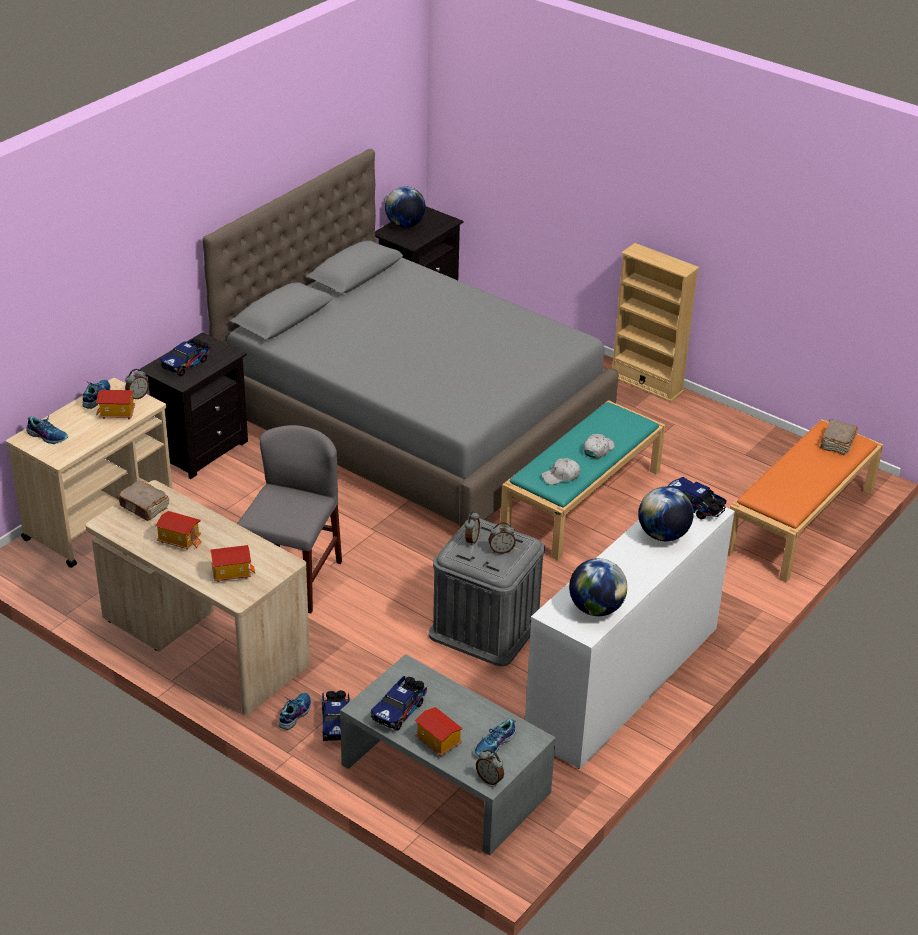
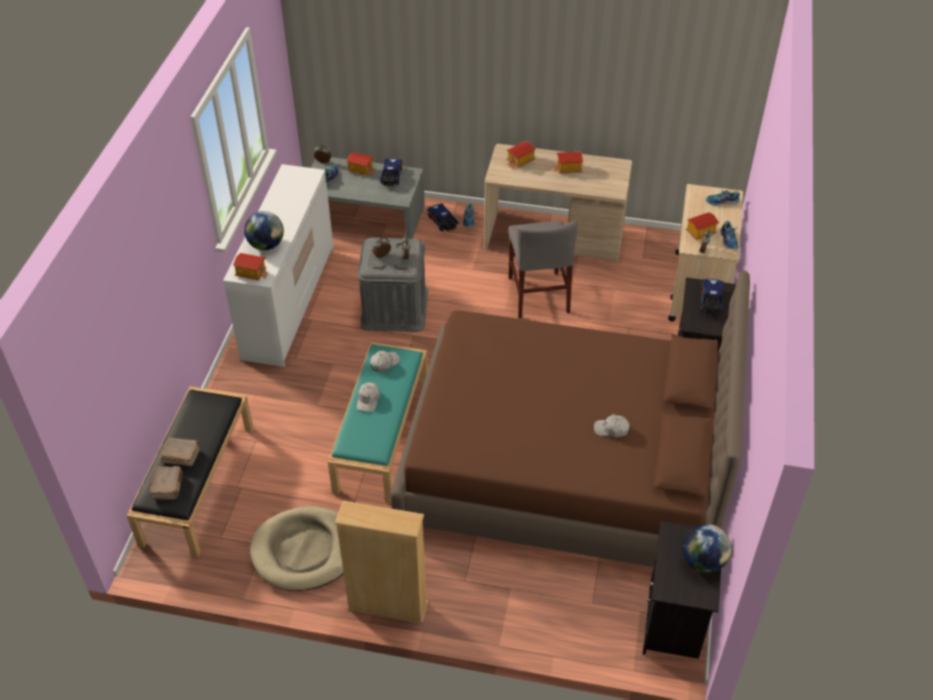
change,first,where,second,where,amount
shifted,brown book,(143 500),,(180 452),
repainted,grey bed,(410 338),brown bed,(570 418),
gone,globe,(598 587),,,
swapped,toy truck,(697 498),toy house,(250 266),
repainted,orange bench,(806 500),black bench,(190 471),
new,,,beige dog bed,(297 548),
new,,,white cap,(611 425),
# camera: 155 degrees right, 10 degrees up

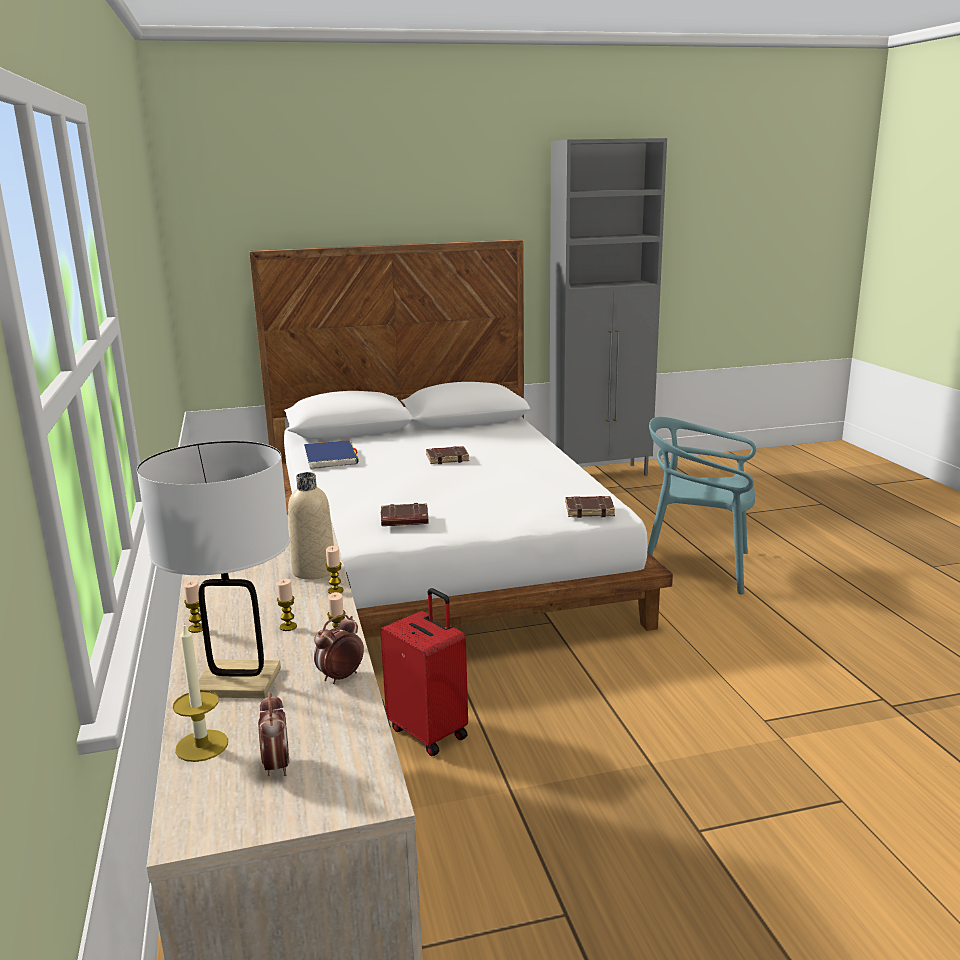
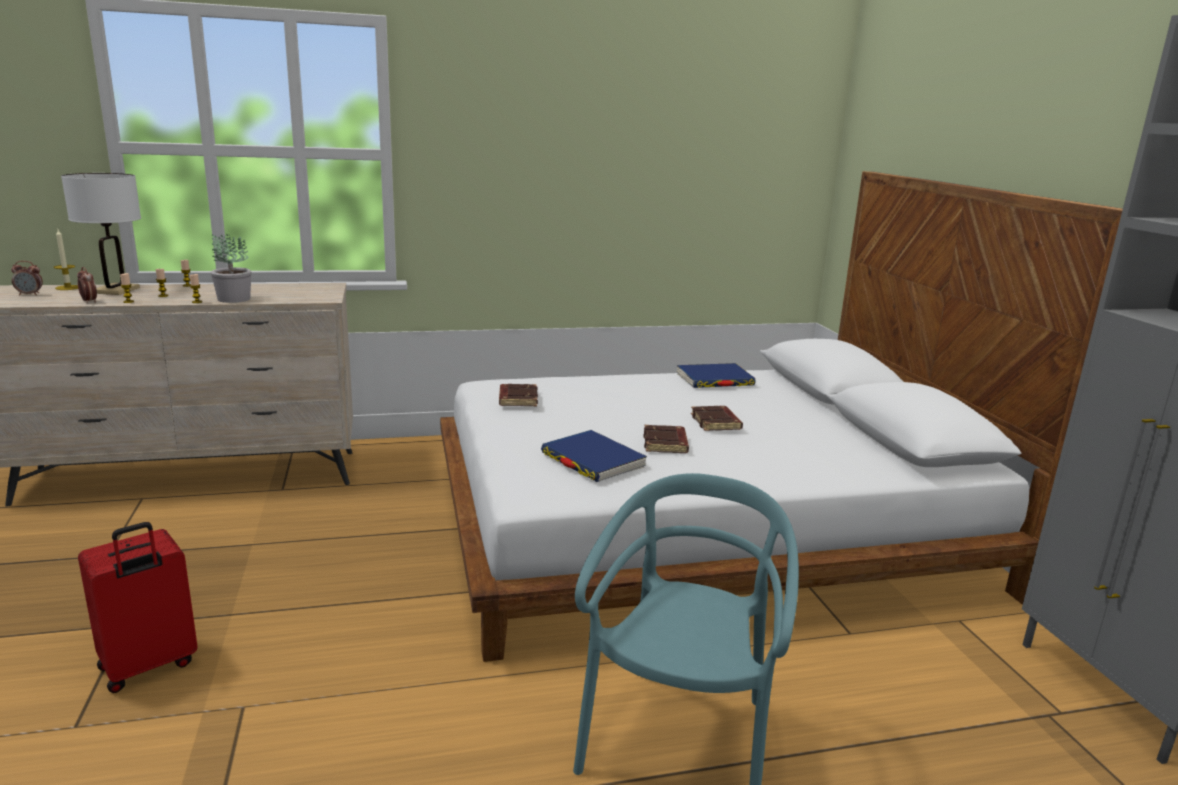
change,first,where,second,where,amount
swapped,beige bottle,(311 526),potted plant,(231 268),
shifted,red suitcase,(424 672),,(138 607),
shifted,brown book,(590 507),,(666 439),
new,,,blue book,(594 456),
# camera: 90 degrees right, 0 degrees up

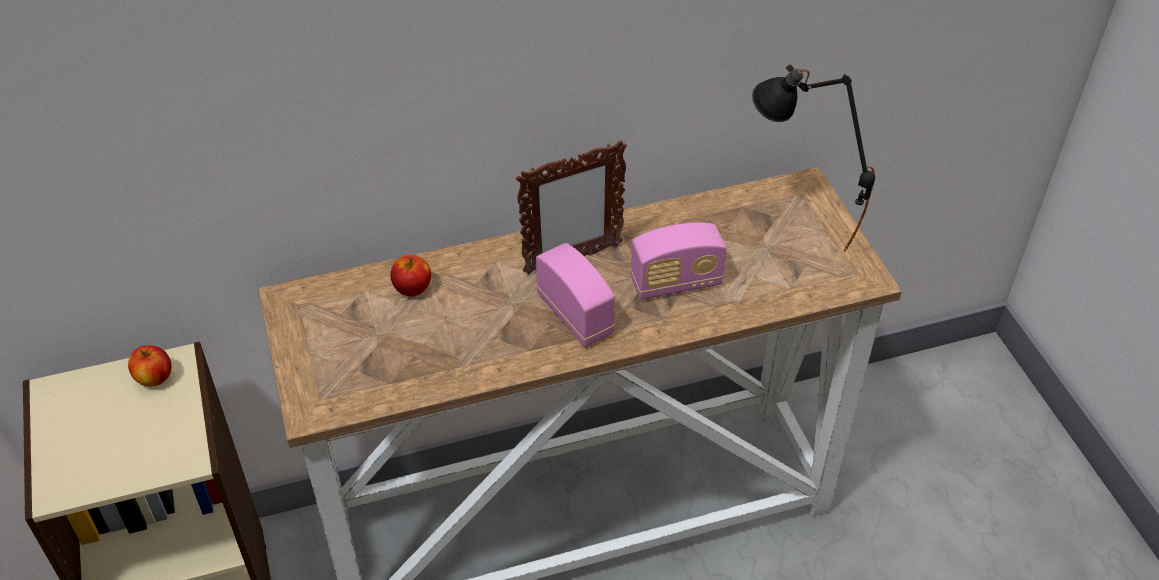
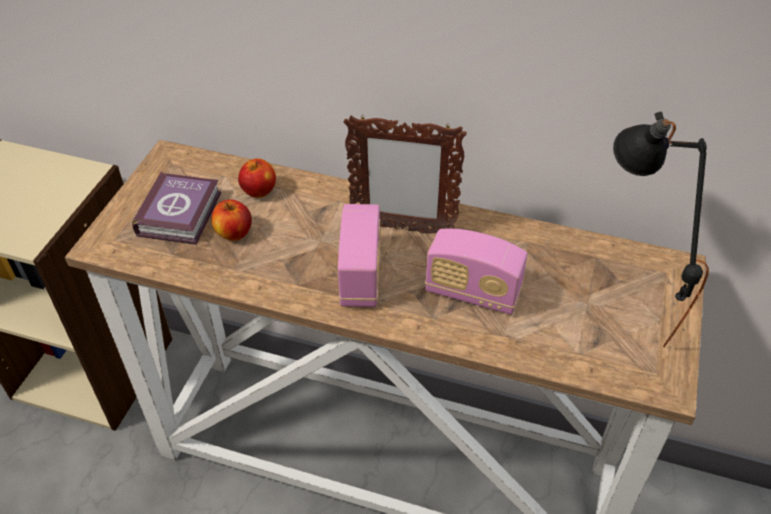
change,first,where,second,where,amount
shifted,apple,(150 366),,(232 220),
new,,,book,(176 208),
# camera: 35 degrees right, 0 degrees up

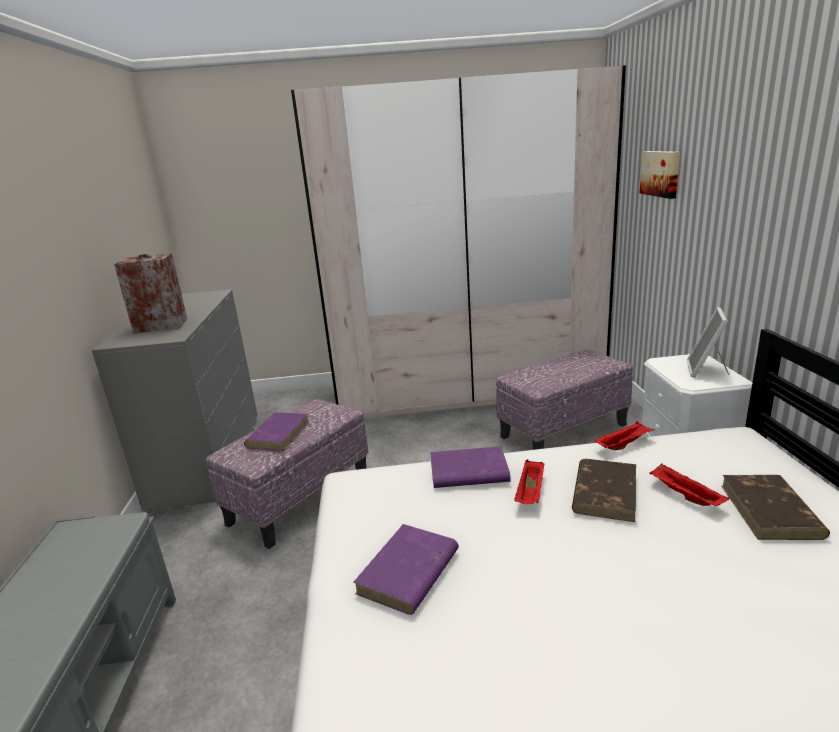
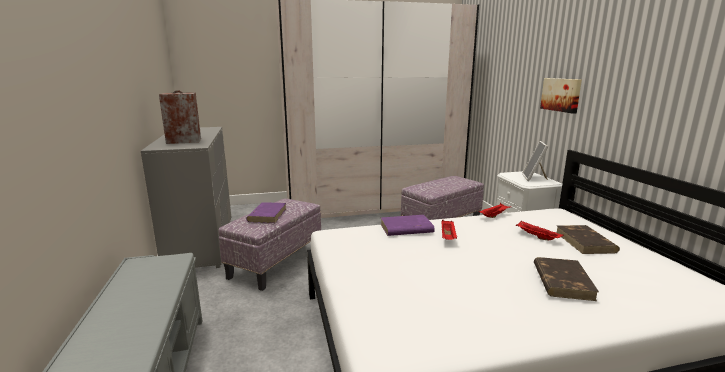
change,first,where,second,where,amount
gone,purple book,(406 569),,,
shifted,brown book,(604 490),,(566 279),
shifted,picture,(660 175),,(561 95),
# camera: 10 degrees left, 5 degrees down

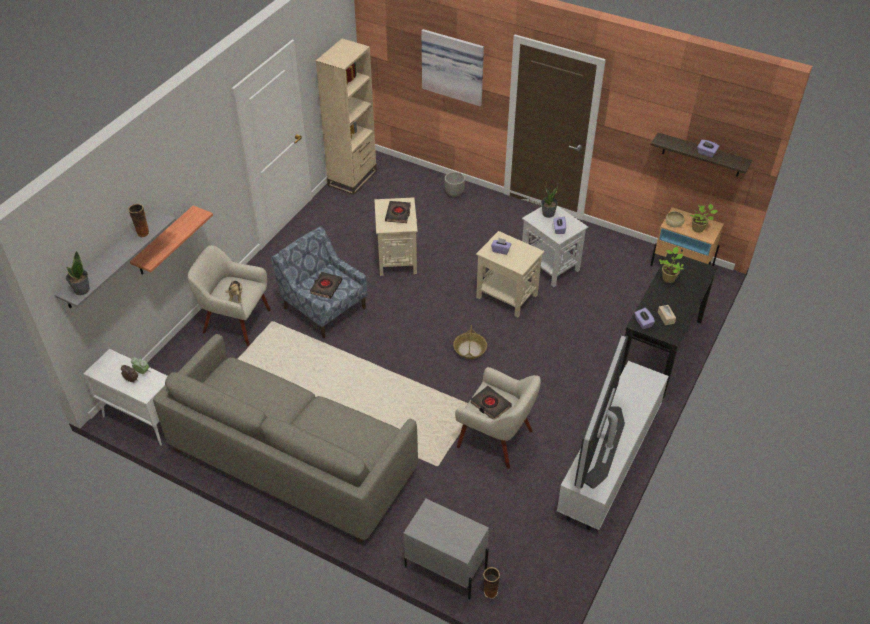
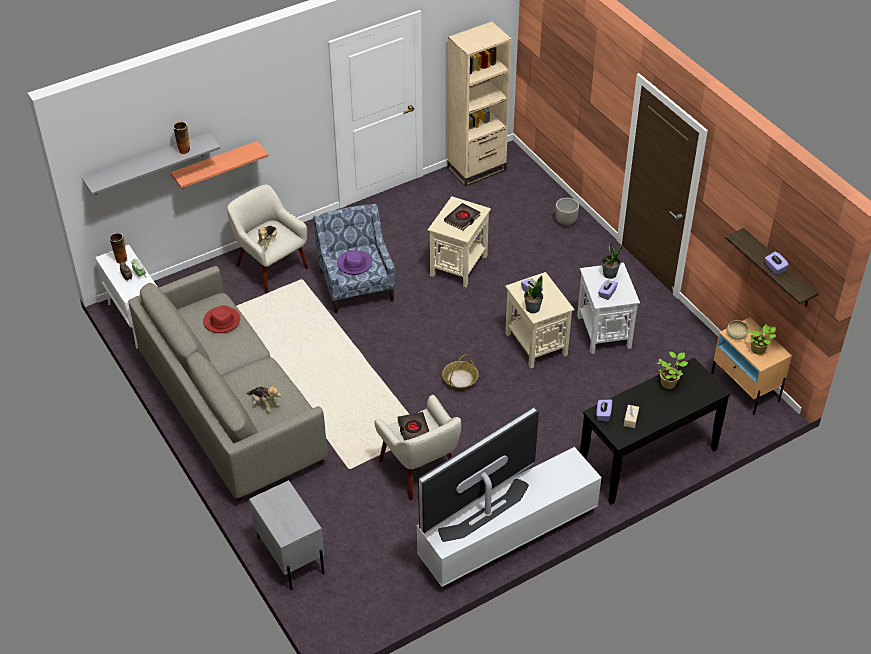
change,first,where,second,where,amount
shifted,potted plant,(78 273),,(533 294),
swapped,black book,(326 285),purple hat,(354 262),
gone,picture,(452 67),,,
shifted,vase,(491 583),,(118 248),
new,,,red hat,(222 319),
new,,,plush toy,(263 398),
# camera: 30 degrees right, 0 degrees up

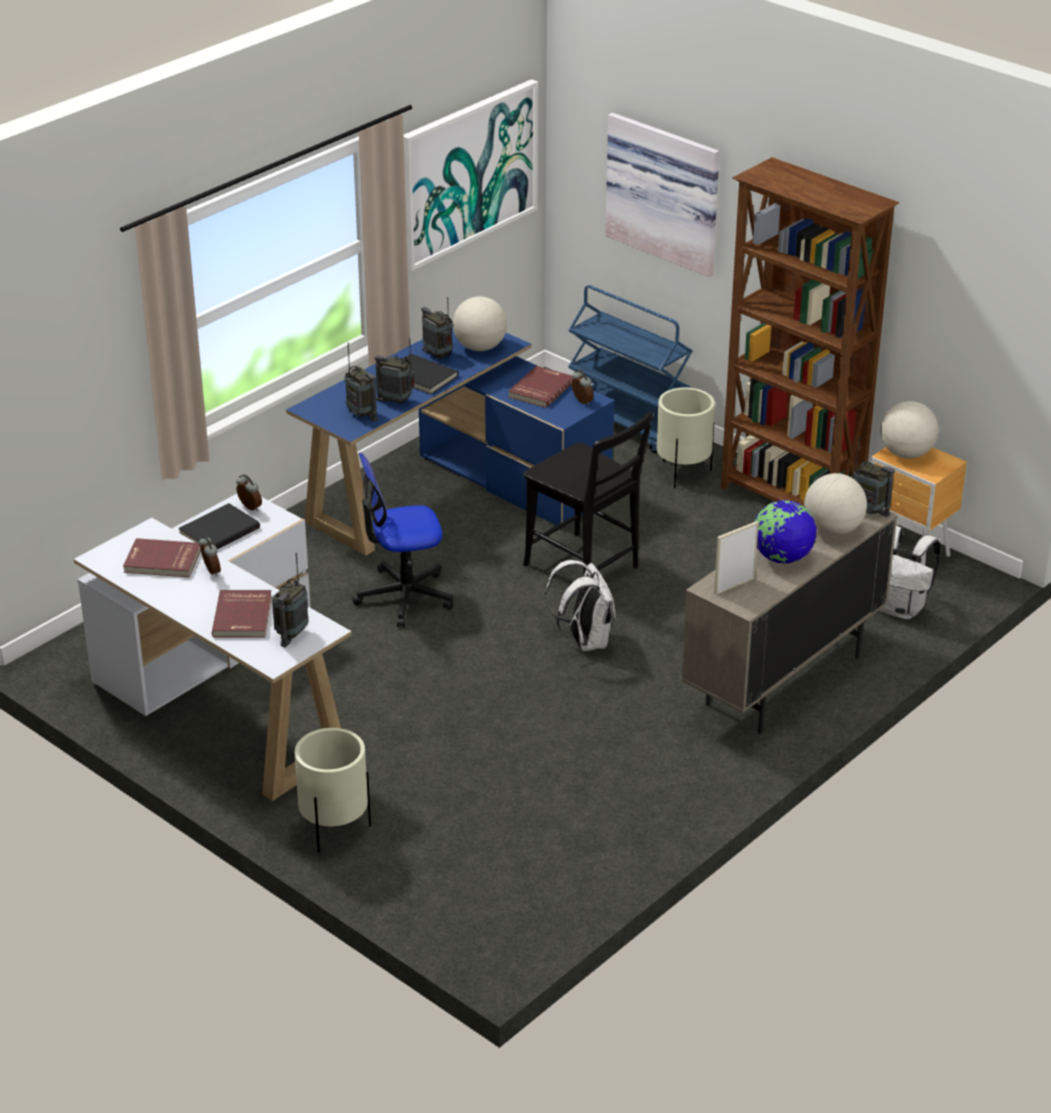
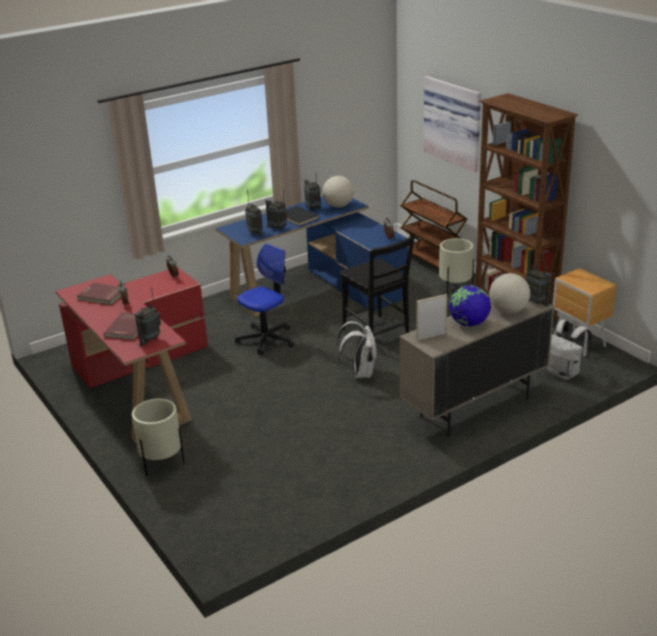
change,first,where,second,where,amount
repainted,white desk,(213 647),red desk,(131 355),
gone,black book,(219 526),,,
rotated,office chair,(402 540),,(264 299),135 degrees clockwise
gone,picture,(471 175),,,
gone,red book,(541 387),,,
repainted,blue cart,(630 369),brown cart,(433 225),
gone,globe,(909 430),,,
# camera: 15 degrees right, 5 degrees down

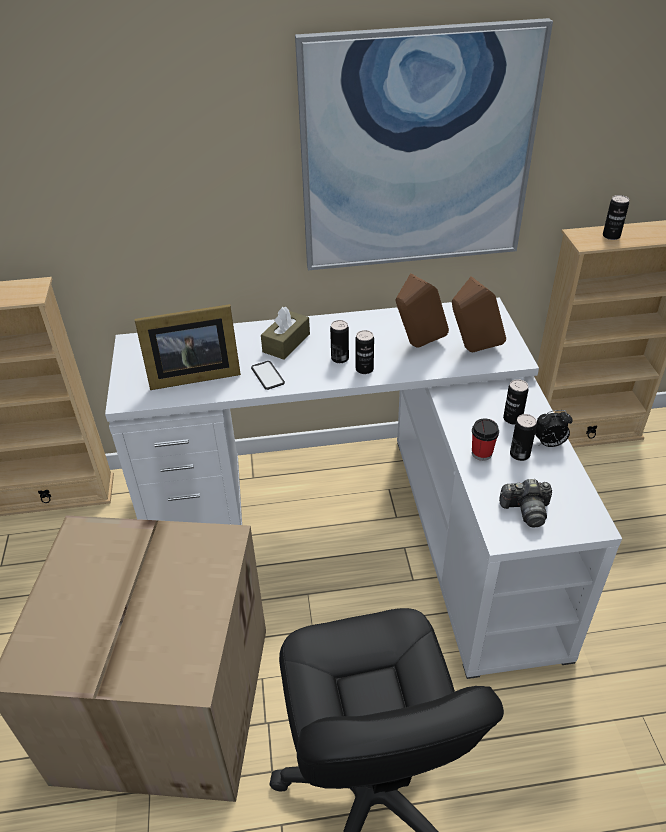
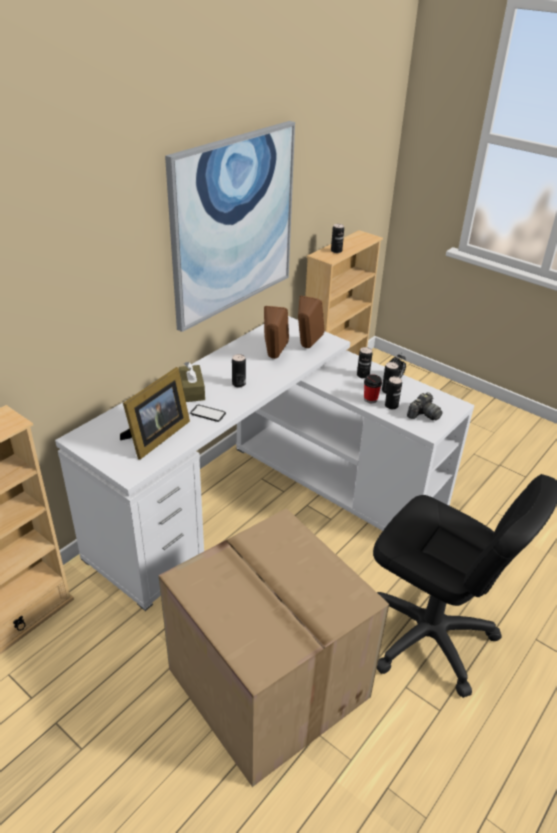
change,first,where,second,where,amount
shifted,can,(364 352),,(393 392),
# camera: 45 degrees left, 5 degrees down

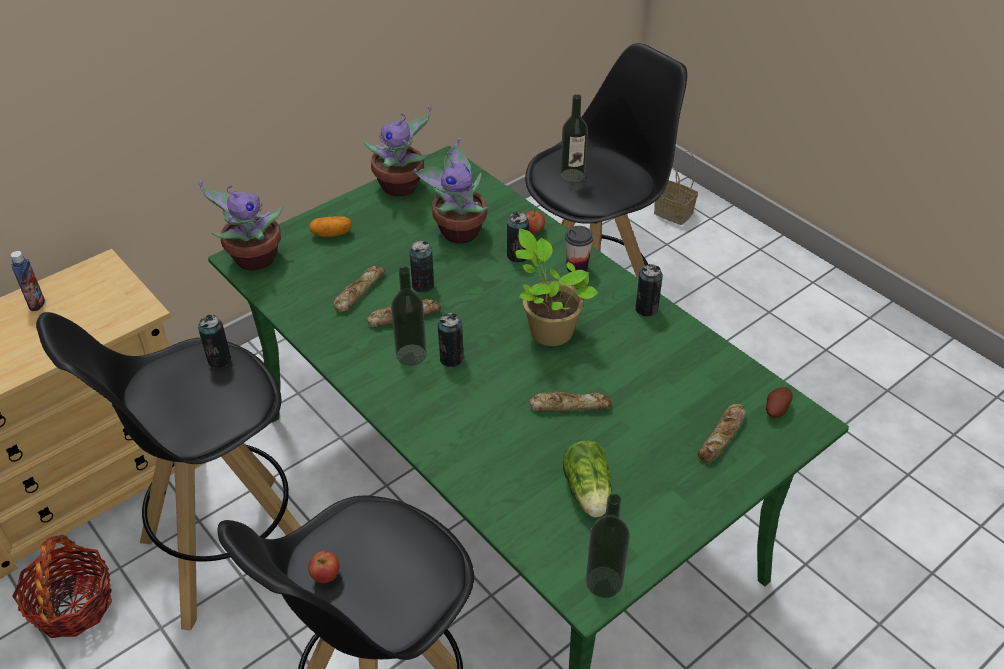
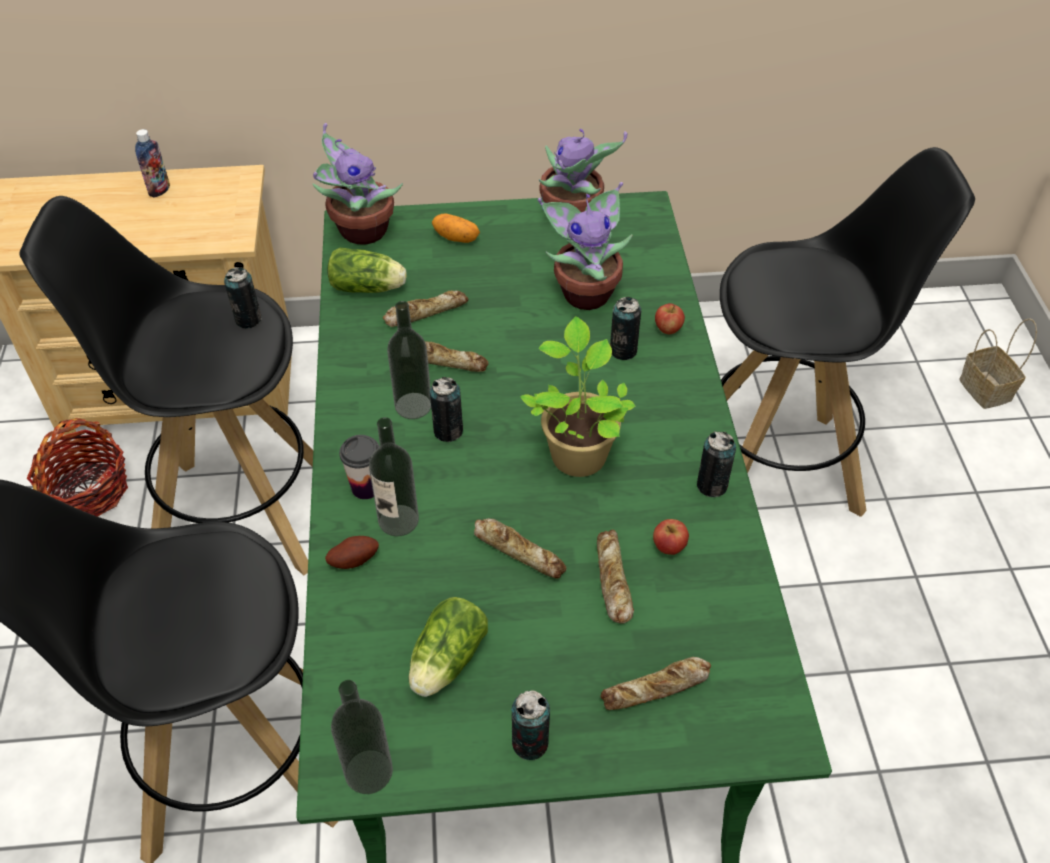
change,first,where,second,where,amount
shifted,apple,(324 567),,(671 537),
shifted,can,(421 266),,(530 725),
shifted,bottle,(574 138),,(394 477),
shifted,cup,(579 249),,(359 467),
shifted,potato,(779 402),,(352 552),
new,,,lettuce,(367 270),
new,,,bread,(615 576),
# camera: 35 degrees right, 5 degrees up

